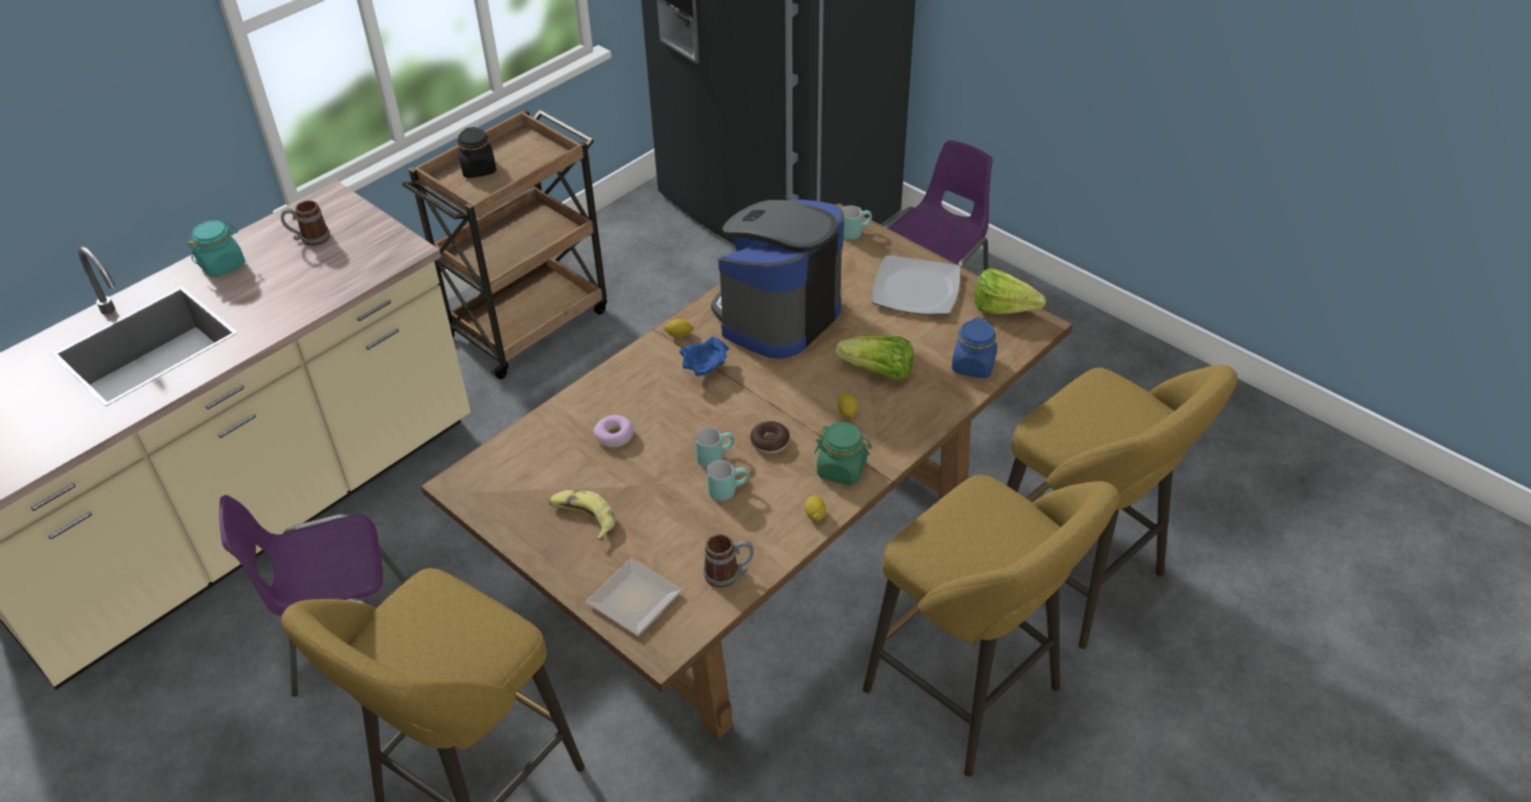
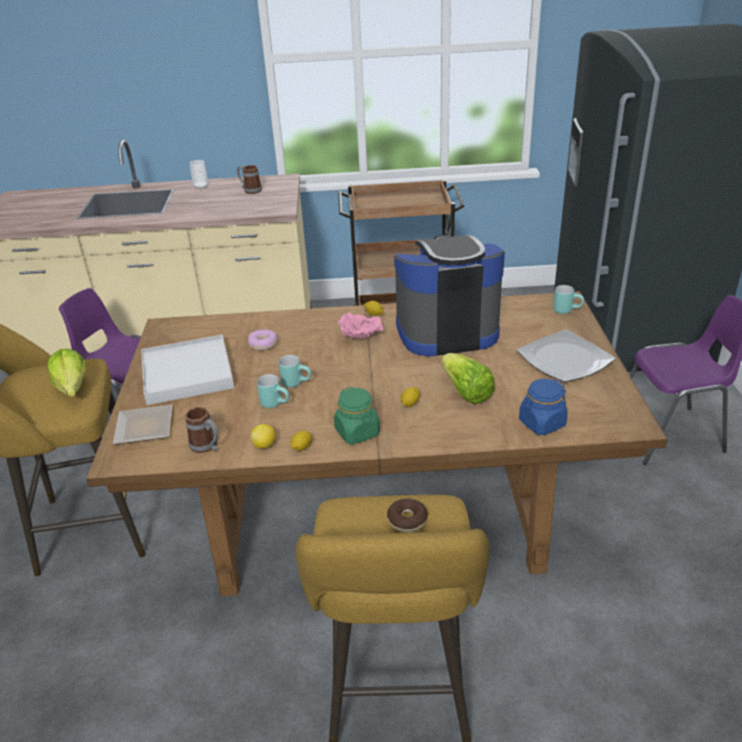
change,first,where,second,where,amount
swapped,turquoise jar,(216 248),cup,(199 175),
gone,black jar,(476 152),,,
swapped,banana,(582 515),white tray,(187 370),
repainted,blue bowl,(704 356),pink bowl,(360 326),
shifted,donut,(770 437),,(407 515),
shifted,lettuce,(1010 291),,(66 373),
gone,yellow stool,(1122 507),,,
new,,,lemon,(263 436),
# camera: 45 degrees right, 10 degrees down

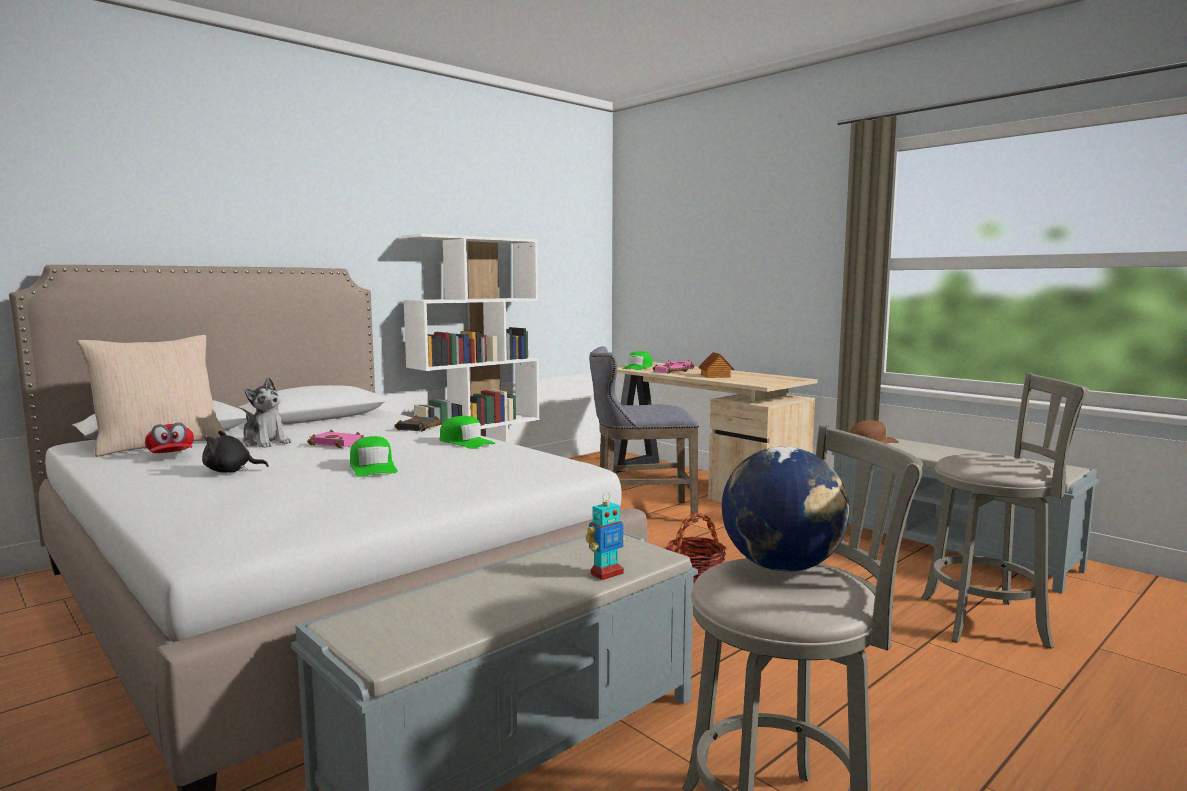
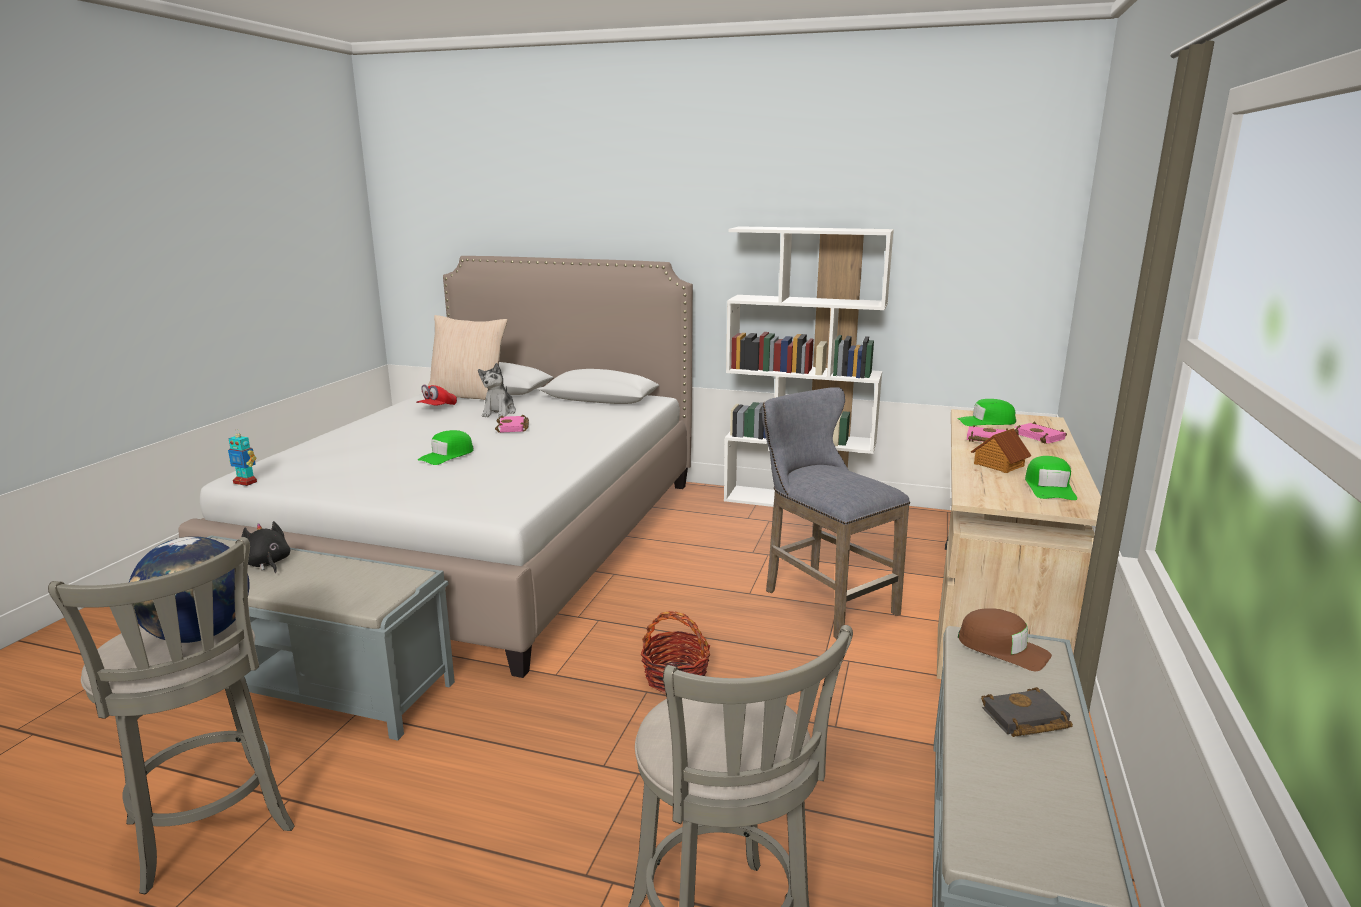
change,first,where,second,where,amount
shifted,black plush toy,(235 452),,(266 547),
shifted,black book,(418 423),,(1027 712),
shifted,green cap,(468 432),,(1051 478),
shifted,toy robot,(605 536),,(242 459),
# camera: 60 degrees right, 10 degrees up

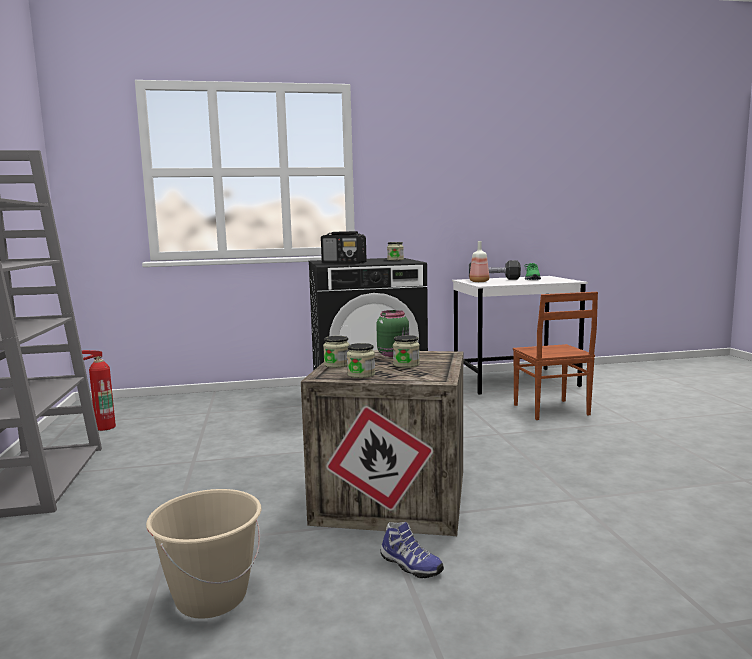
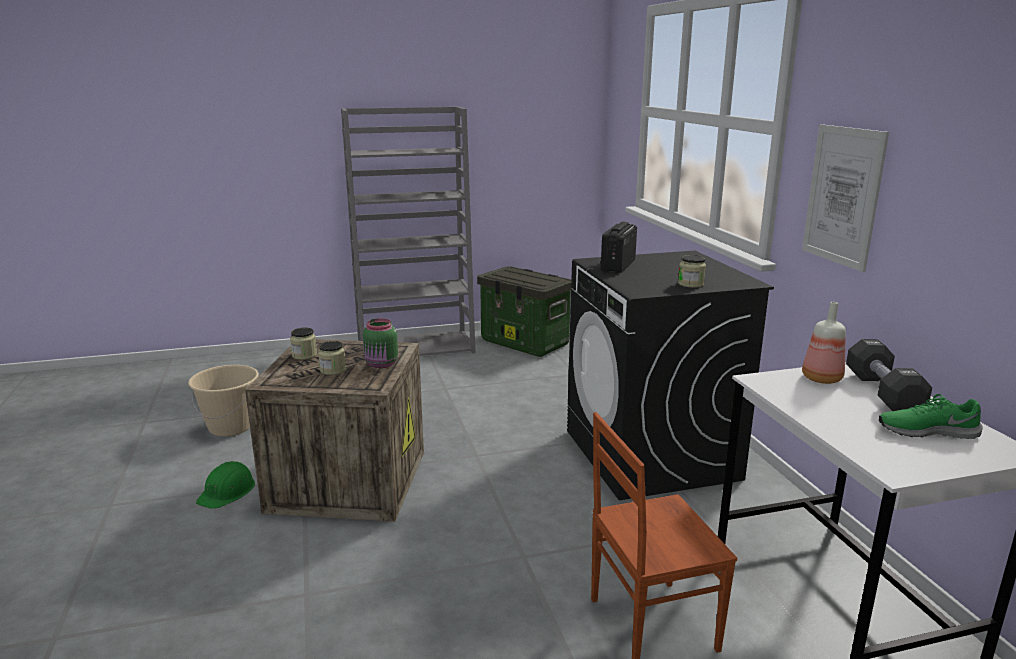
change,first,where,second,where,amount
swapped,fire extinguisher,(99 390),storage box,(525 311),
gone,jar,(336 352),,,
swapped,shoe,(412 550),green hard hat,(225 485),
new,,,picture,(845 198),
# camera: 85 degrees right, 10 degrees up

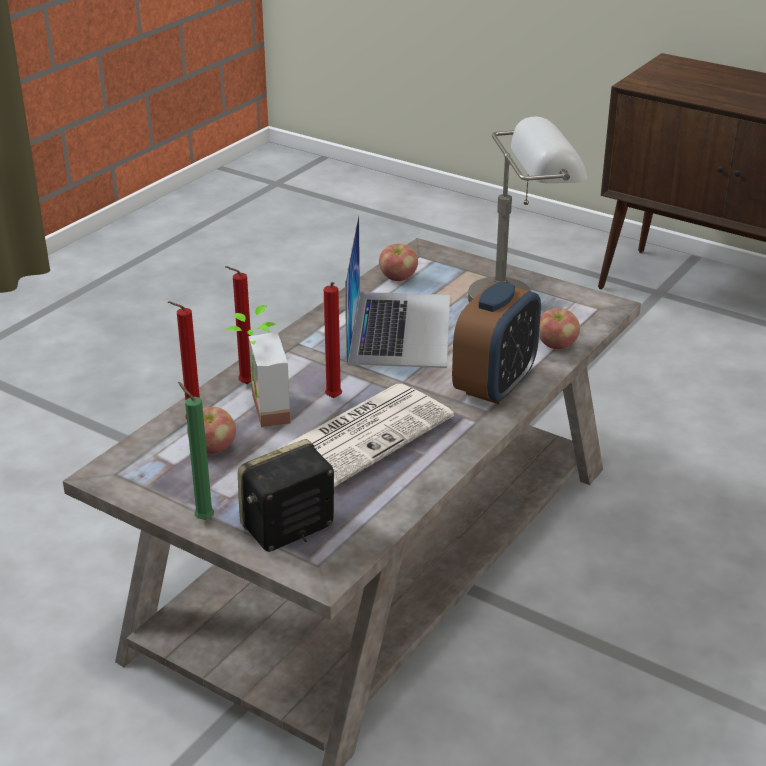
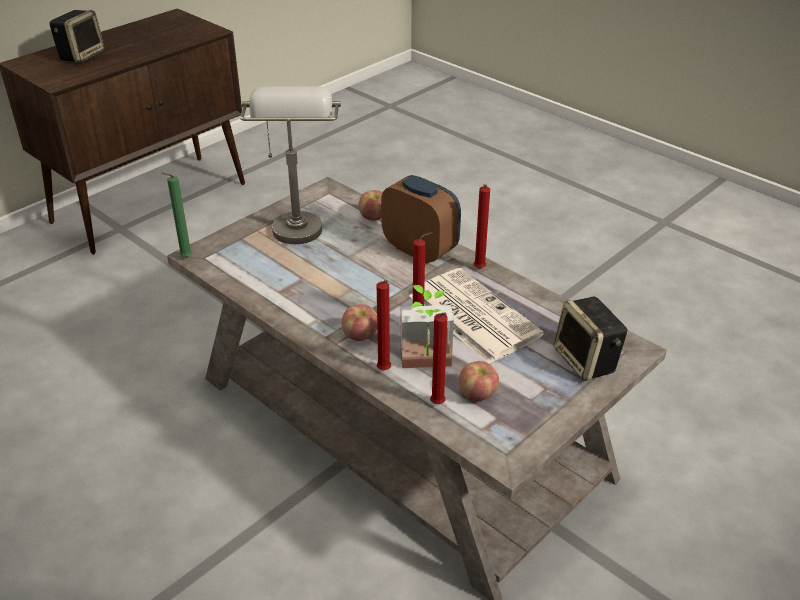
change,first,where,second,where,amount
shifted,green candle,(196 451),,(177 215),
gone,laptop,(397 291),,,
shifted,apple,(398 262),,(359 322),
new,,,speaker,(77 36),
new,,,red candle,(482 226),
# camera: 80 degrees left, 5 degrees up

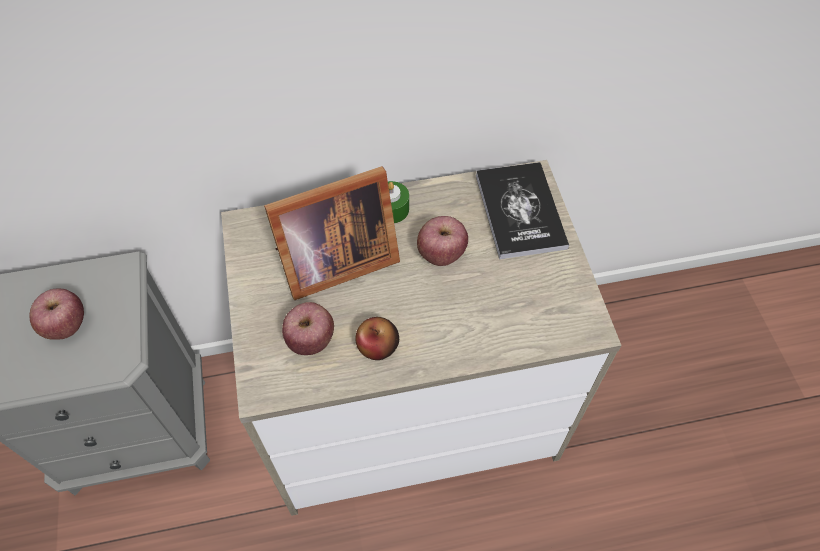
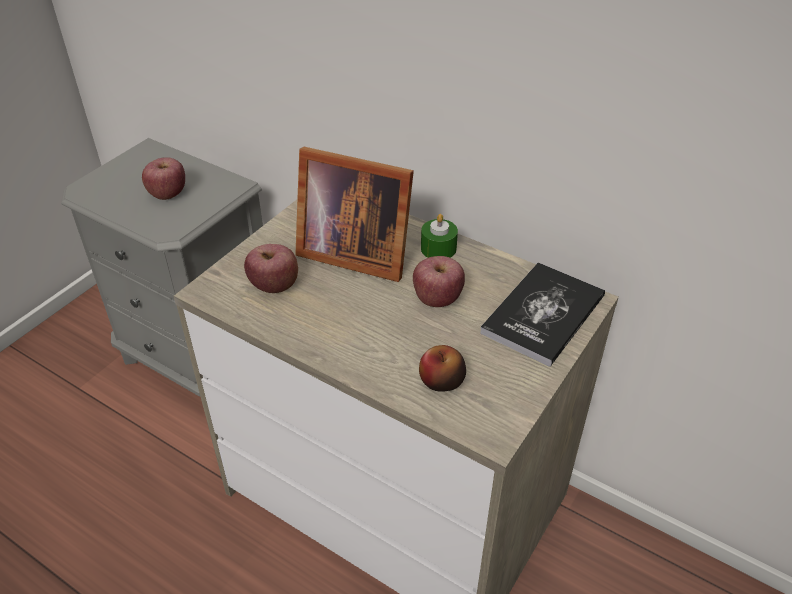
change,first,where,second,where,amount
shifted,apple,(377 338),,(442 368),
# camera: 45 degrees right, 15 degrees down

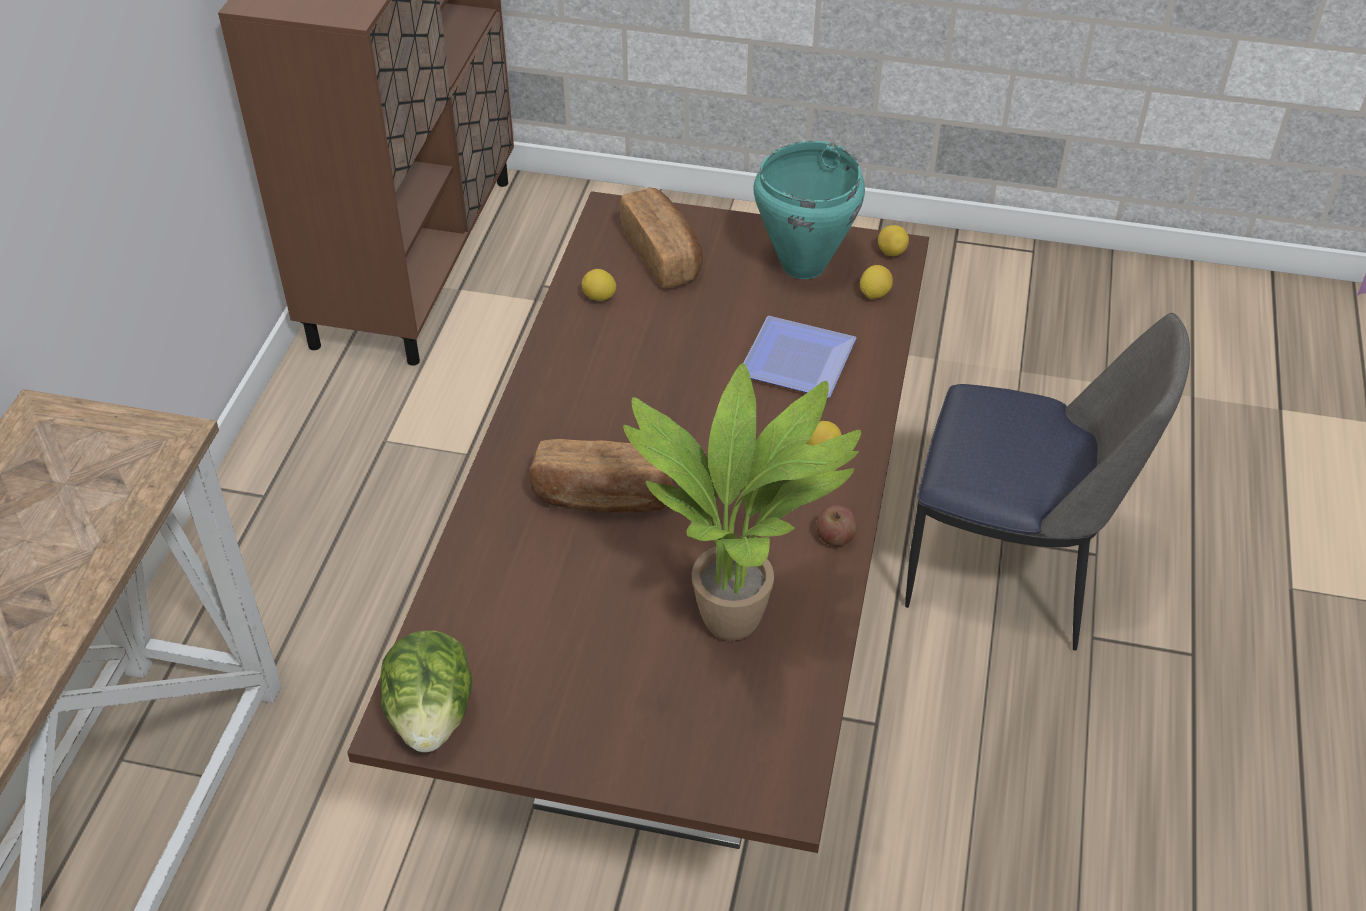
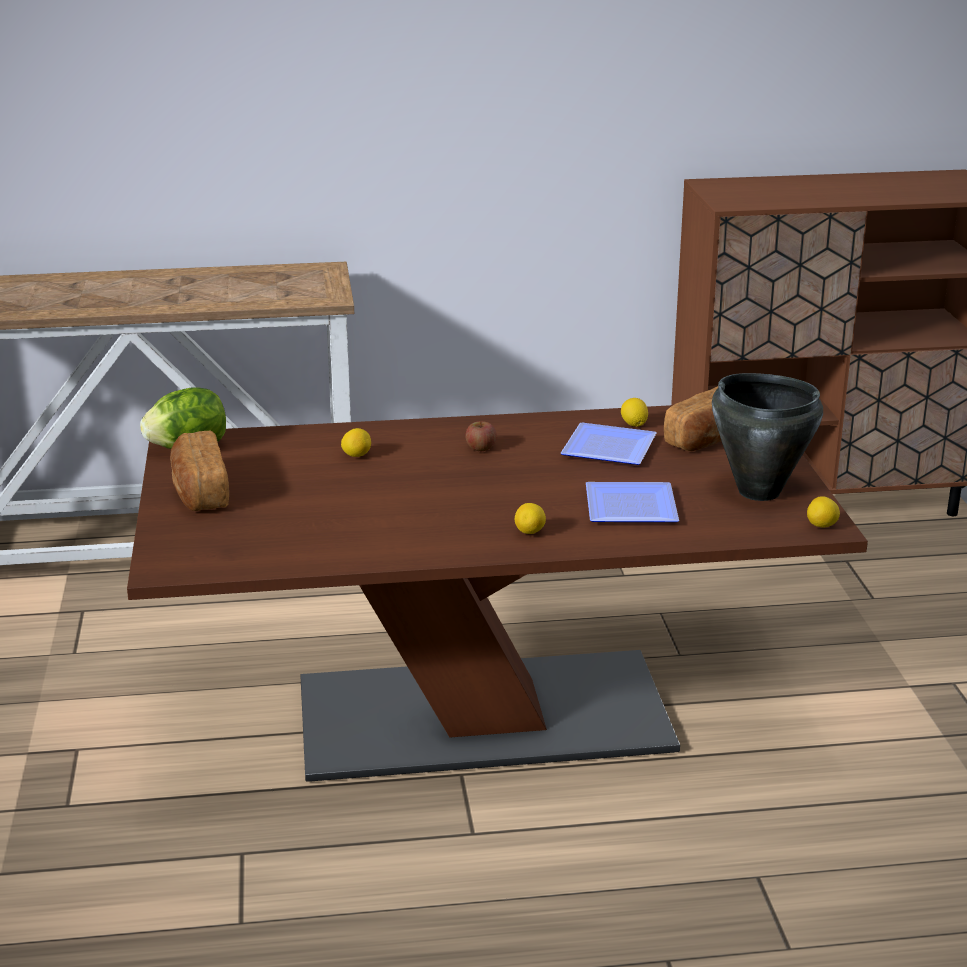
change,first,where,second,where,amount
shifted,bread,(601 476),,(199 470),
gone,potted plant,(742 502),,,
repainted,turquoise cooking pot,(809 210),black cooking pot,(767 437),
shifted,apple,(837 525),,(481 436),
shifted,lemon,(876 282),,(356 442),
gone,chair,(1047 482),,,
new,,,plate,(608 444),
# camera: 70 degrees right, 20 degrees down

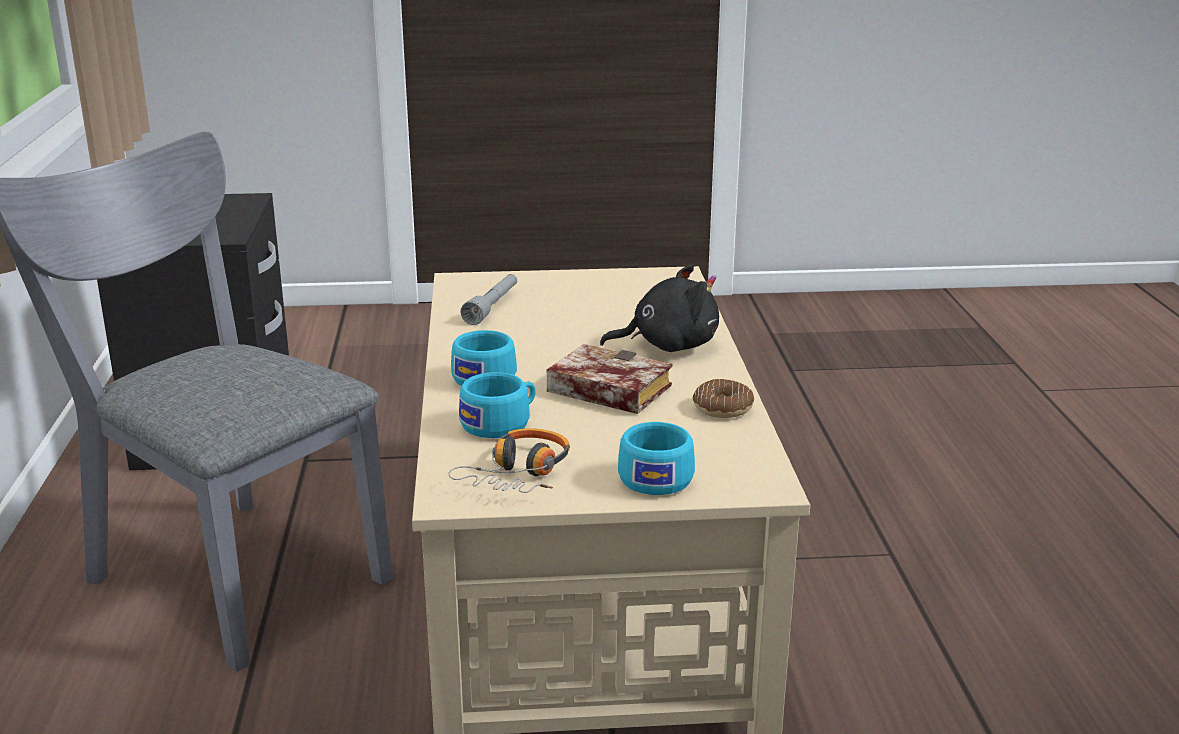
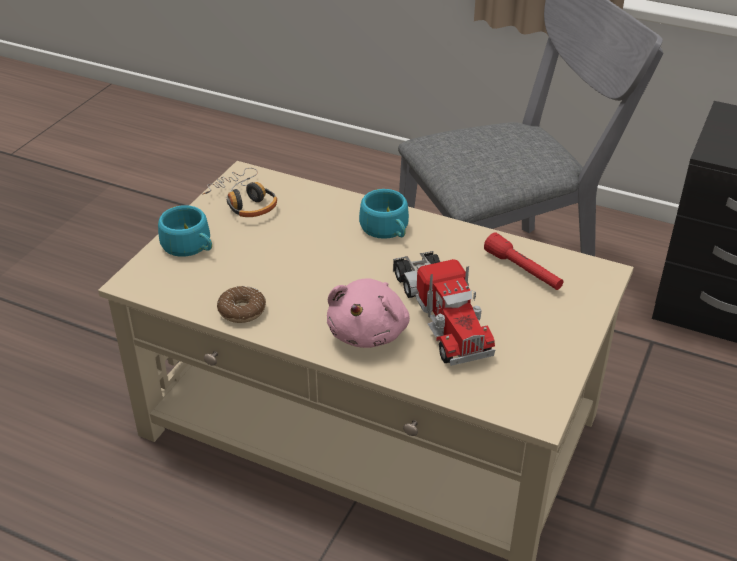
change,first,where,second,where,amount
gone,turquoise cup,(497 405),,,
repainted,grey flashlight,(489 299),red flashlight,(523 261),
gone,book,(609 379),,,
repainted,black plush toy,(659 308),pink plush toy,(368 313),
new,,,toy truck,(444 308),
# camera: 120 degrees right, 15 degrees up

